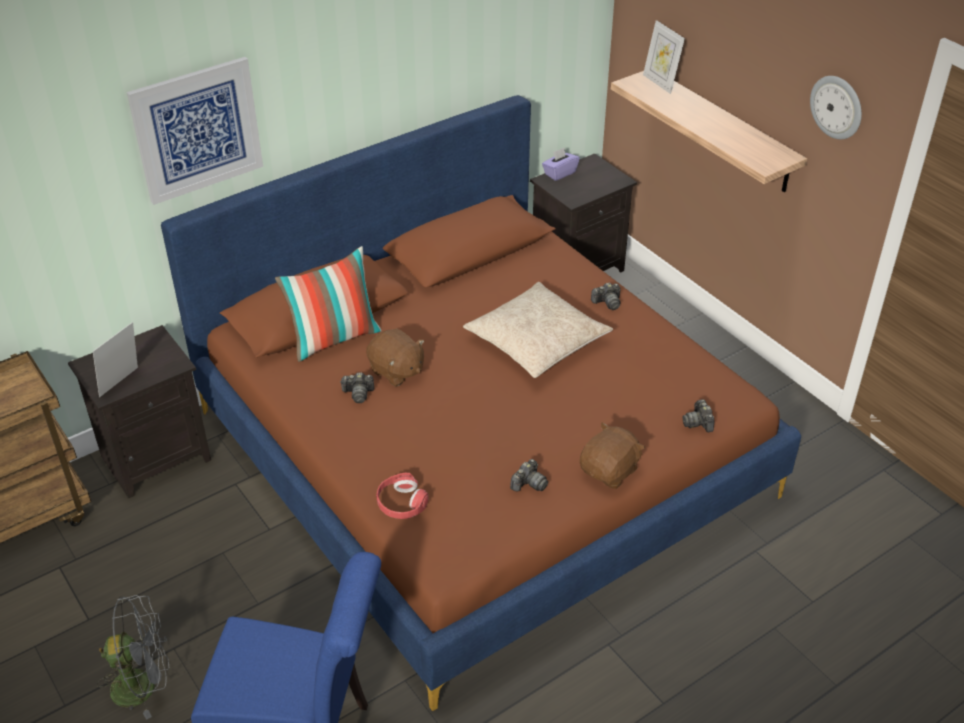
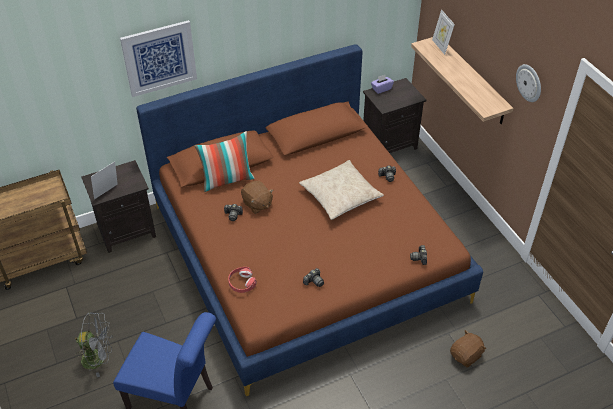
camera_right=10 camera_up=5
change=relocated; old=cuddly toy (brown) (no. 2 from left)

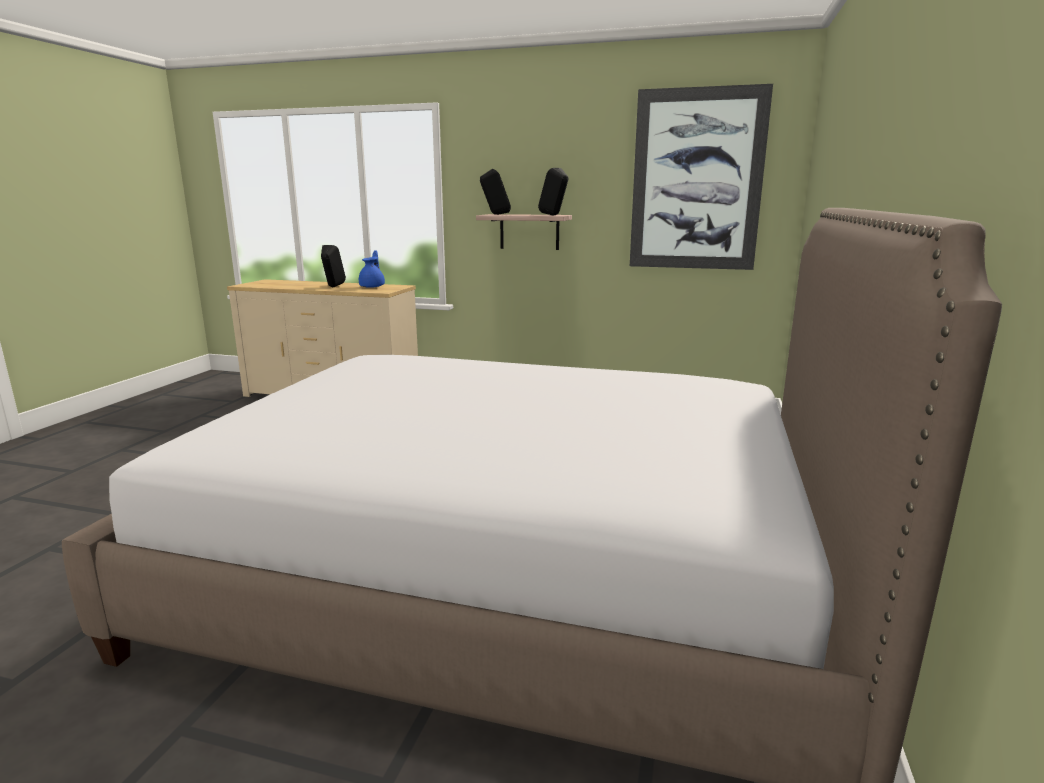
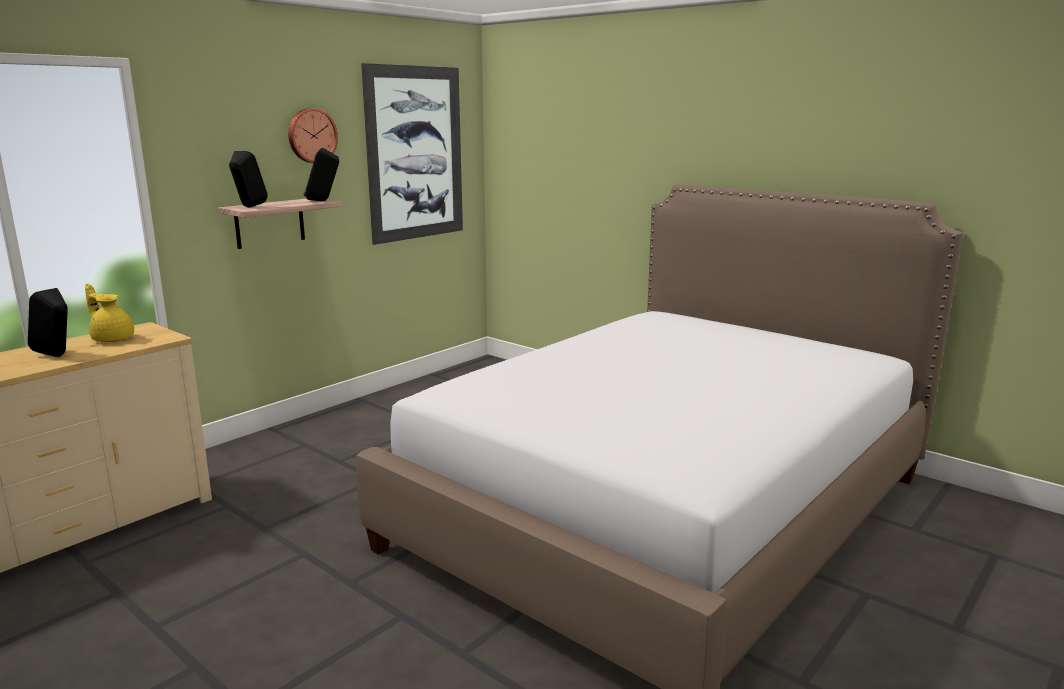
camera_right=-65 camera_up=0
change=colour; old=tea pot (bluish); new=tea pot (yellow-coloured)
change=appeared; new=clock on the wall

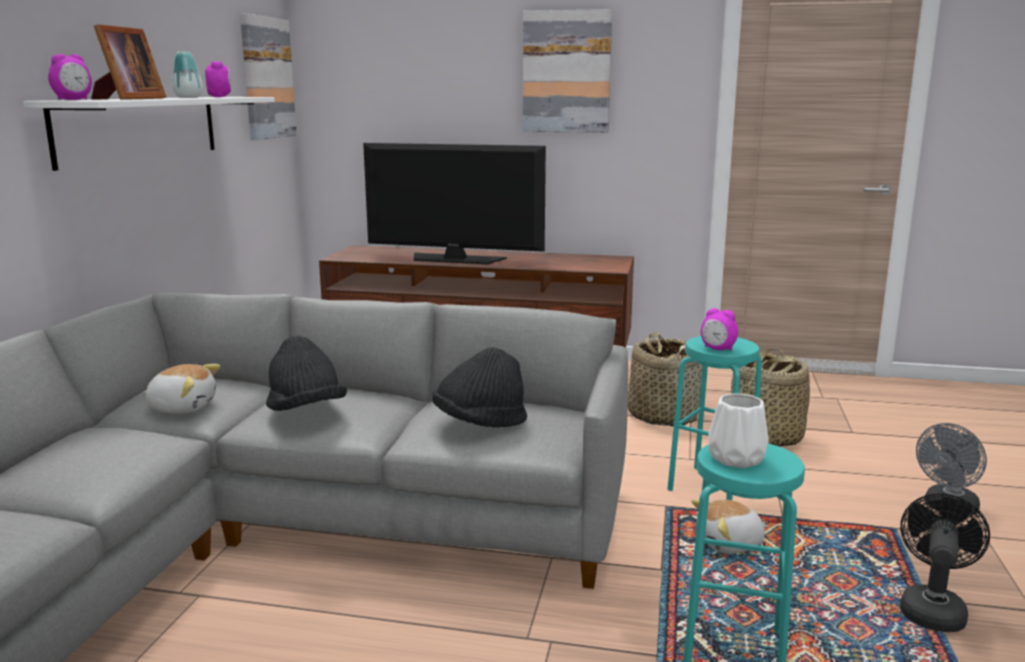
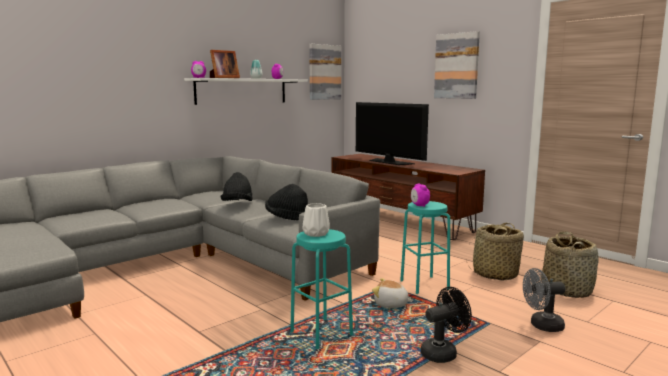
camera_right=35 camera_up=-5
change=missing; old=cuddly toy (no. 1 from left)
change=relocated; old=storage basket (no. 1 from left in the first image); new=storage basket (no. 2 from left)

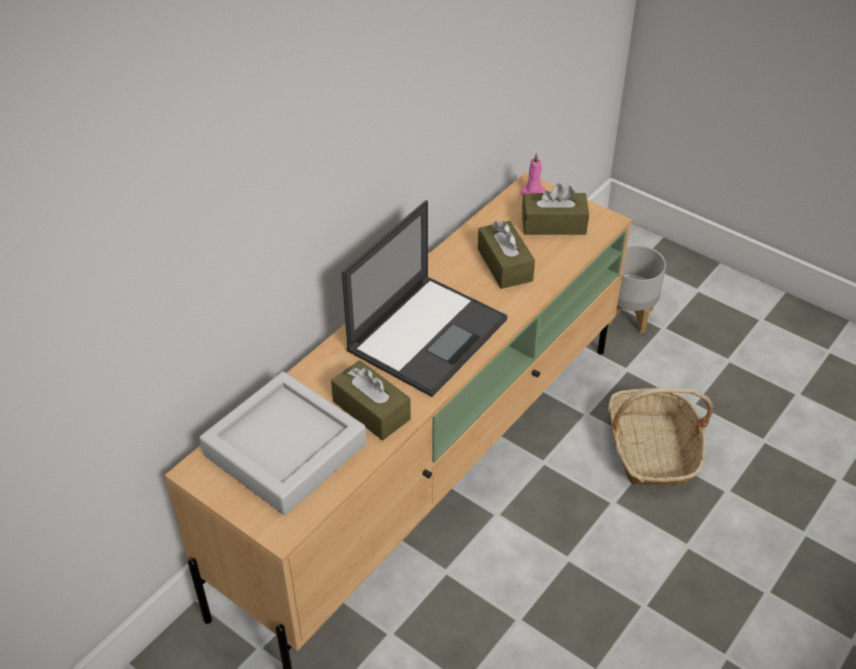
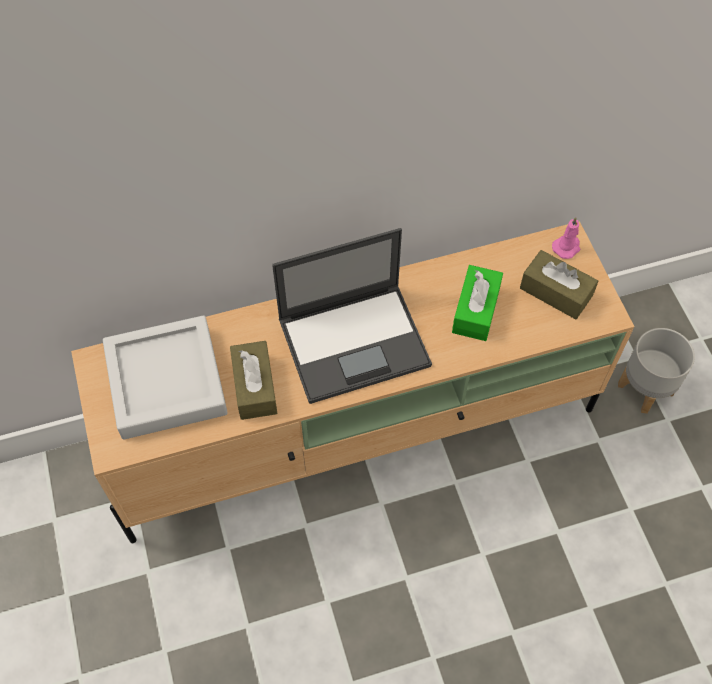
camera_right=35 camera_up=15
change=colour; old=tissue box (brown) (no. 2 from left); new=tissue box (green-coloured)
change=missing; old=storage basket

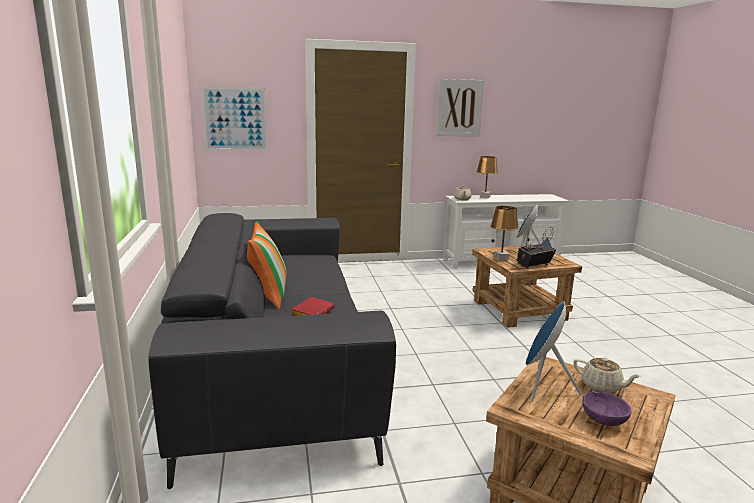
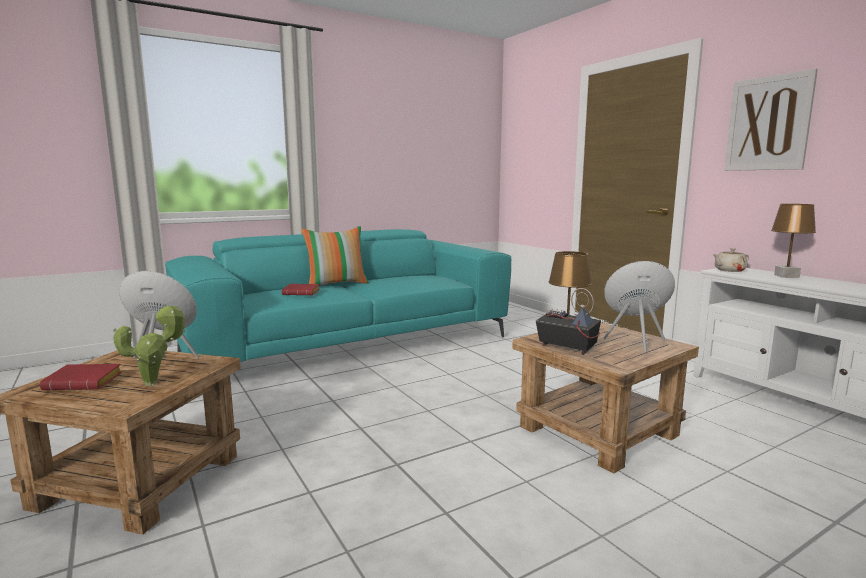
camera_right=70 camera_up=-5
change=colour; old=sofa (gray); new=sofa (turquoise)
change=missing; old=wall art (no. 1 from left)
change=exchanged; old=tea pot (beige) (no. 2 from left); new=houseplant
change=exchanged; old=deep dish (purple-coloured); new=volume (reddish) (no. 1 from left)

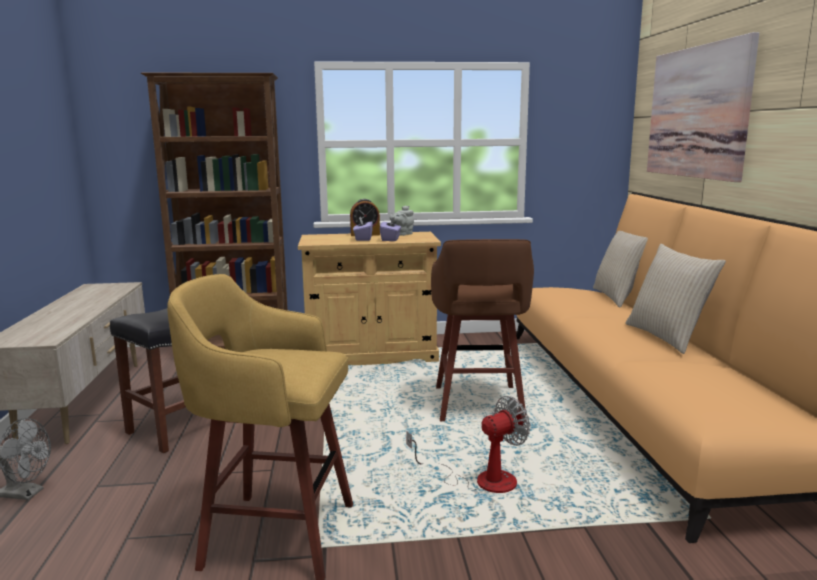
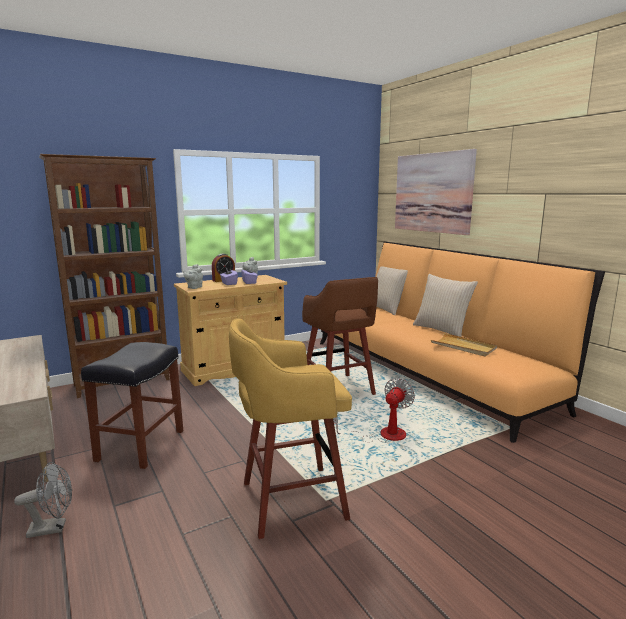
camera_right=-25 camera_up=0
change=appeared; new=tea pot (gray) (no. 1 from left)
change=appeared; new=tray (beige)

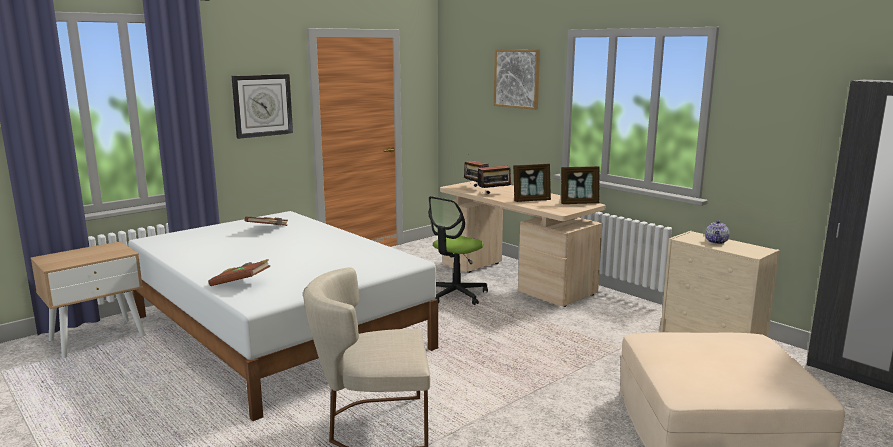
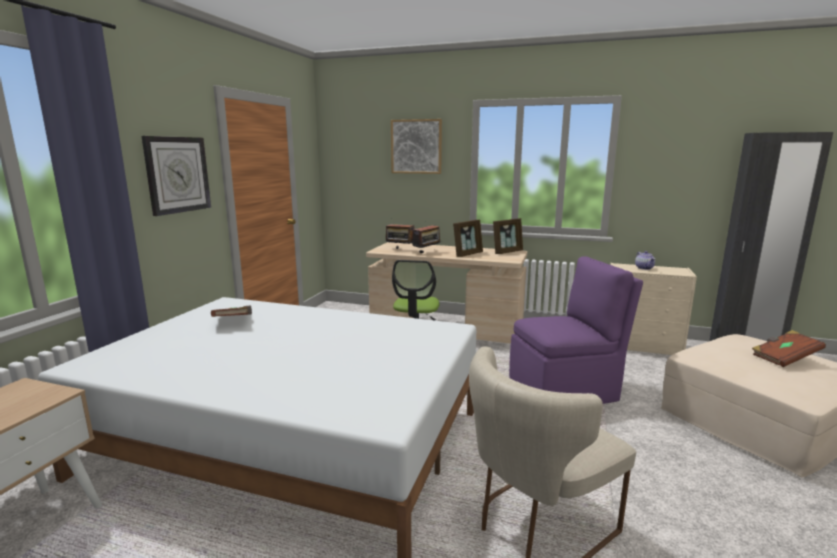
camera_right=-30 camera_up=0
change=relocated; old=volume (brown) (no. 1 from left in the first image); new=volume (brown) (no. 2 from left)
change=appeared; new=chair (purple-coloured)

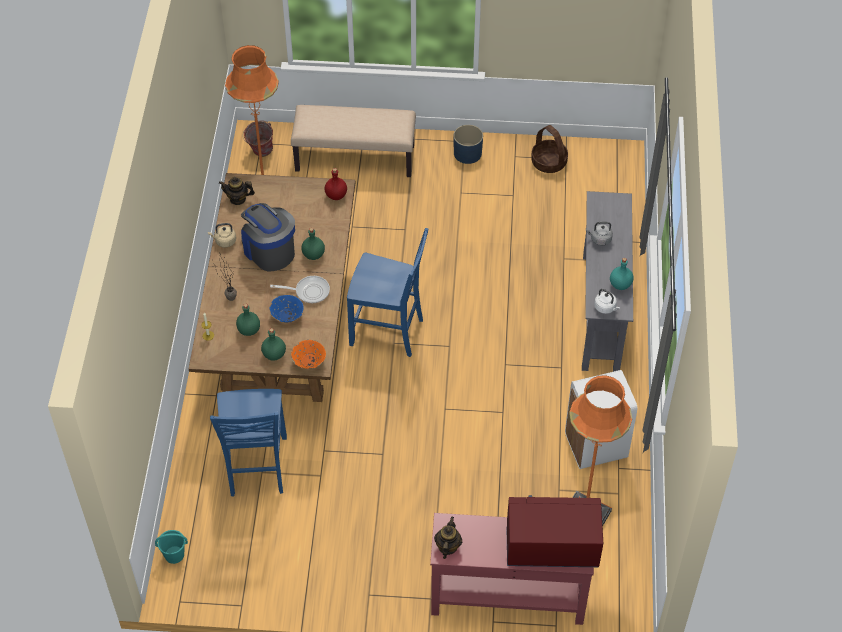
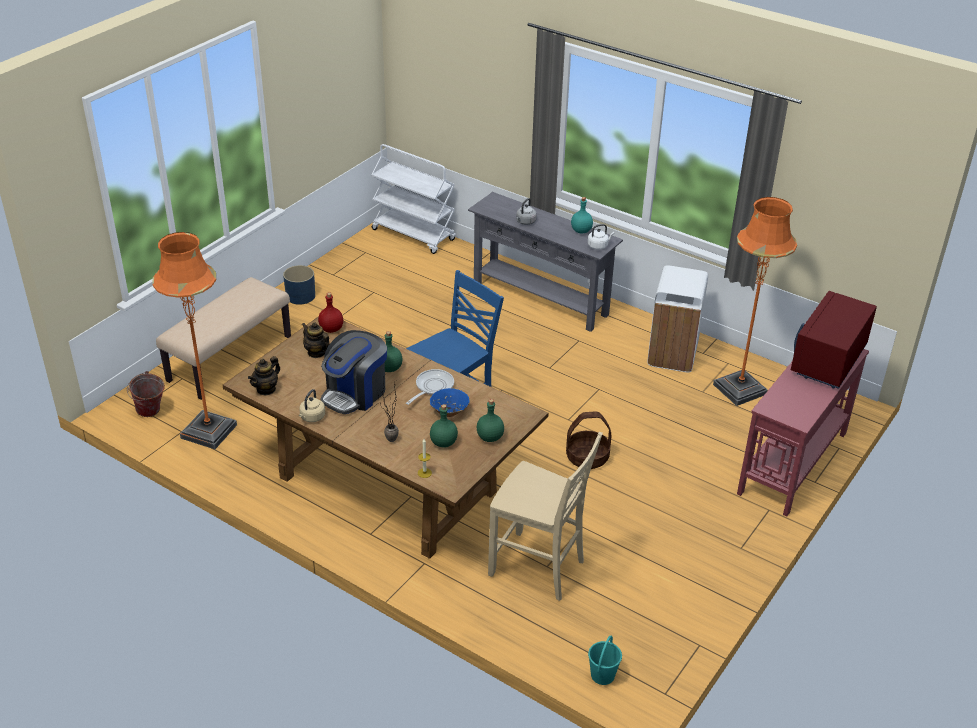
camera_right=-60 camera_up=-15
change=colour; old=chair (bluish) (no. 1 from left); new=chair (beige)
change=spun; old=coffee brewer; degrees=-45
change=missing; old=deep dish (orangey)
change=relocated; old=tea pot (no. 2 from left)
change=relocated; old=storage basket
change=appeared; new=wheeled cart (white)

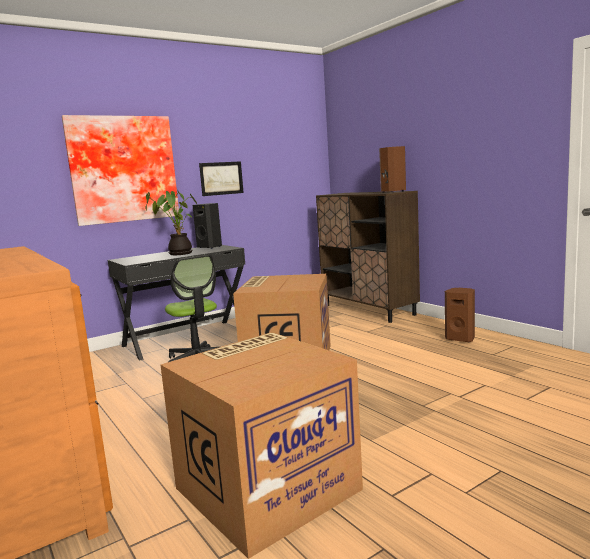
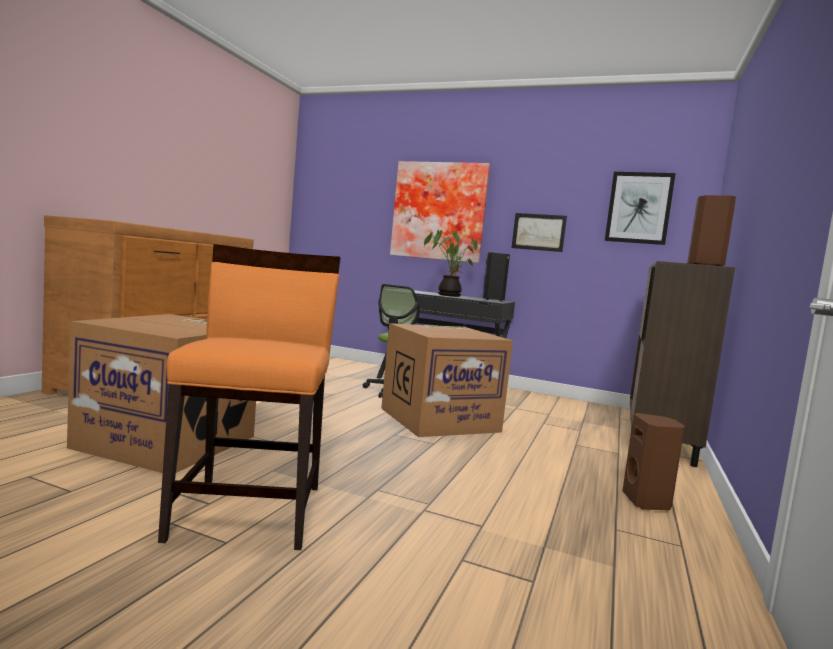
camera_right=55 camera_up=-5
change=appeared; new=chair (orangey)
change=appeared; new=wall art (no. 3 from left)

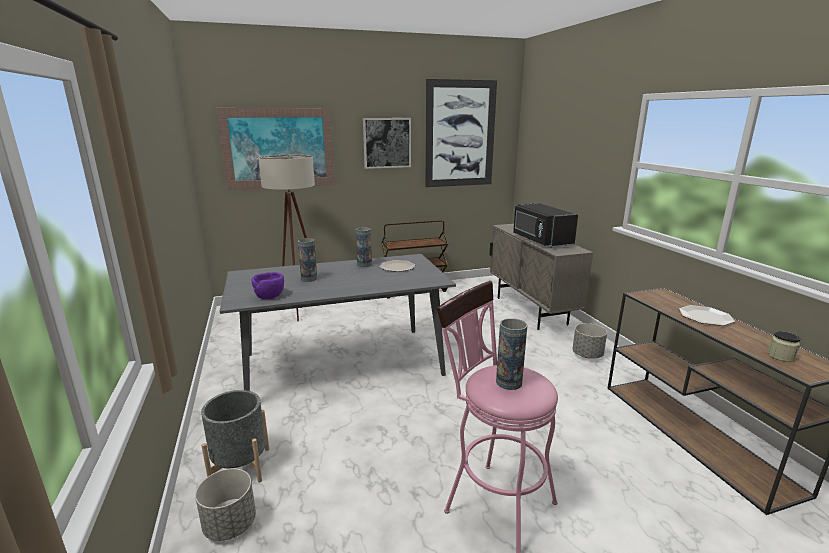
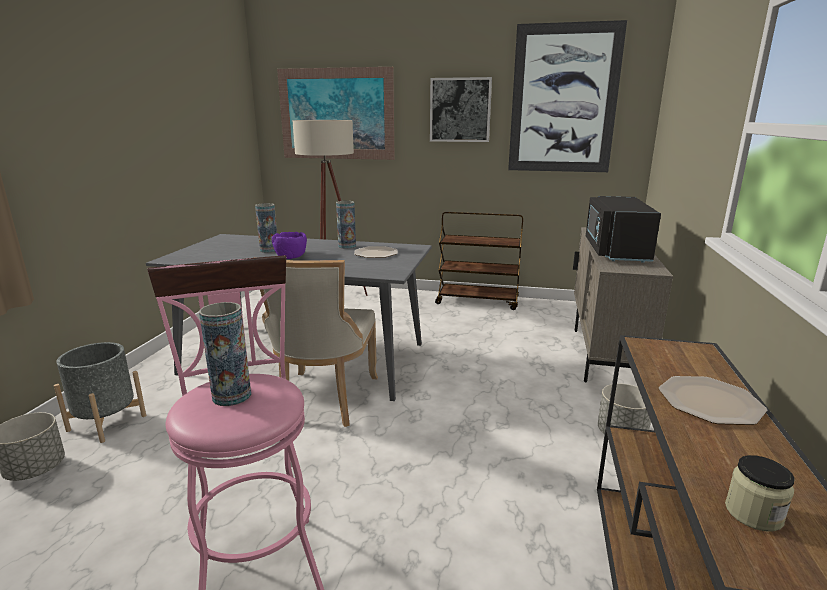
camera_right=30 camera_up=0
change=relocated; old=deep dish (purple-coloured)
change=appeared; new=chair (beige)

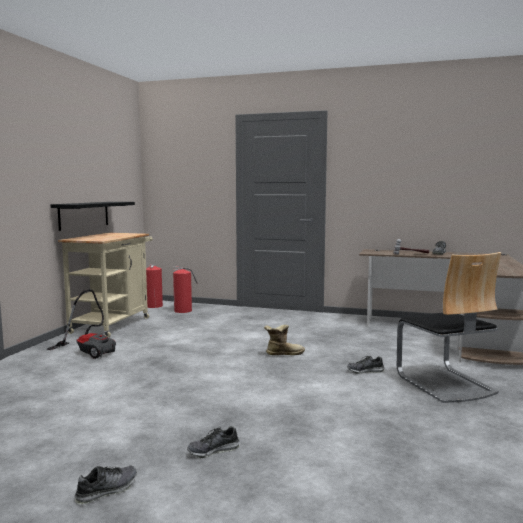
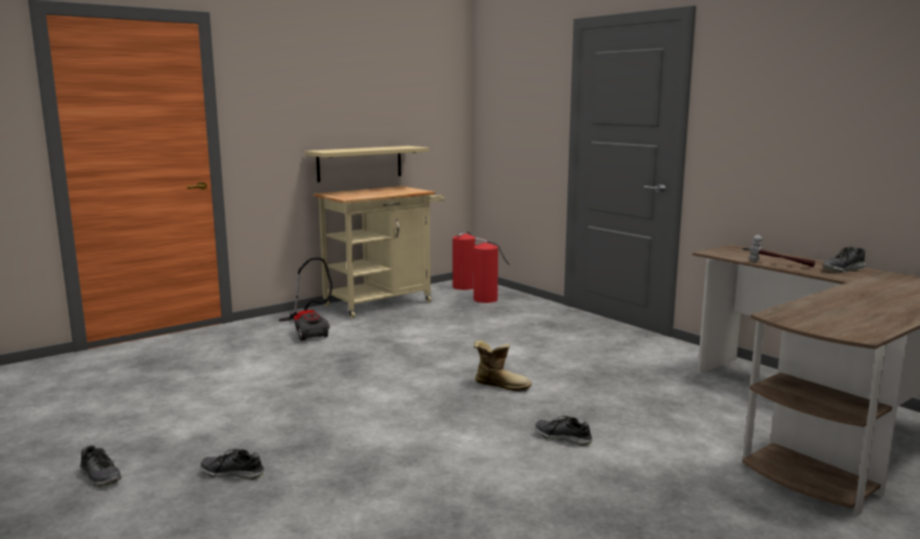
camera_right=35 camera_up=5
change=colour; old=shelf (black-coloured); new=shelf (beige)
change=spun; old=item of footwear (no. 1 from left); degrees=45
change=missing; old=chair

